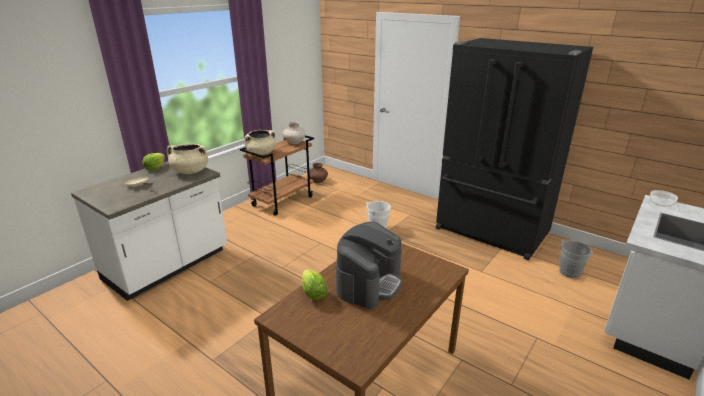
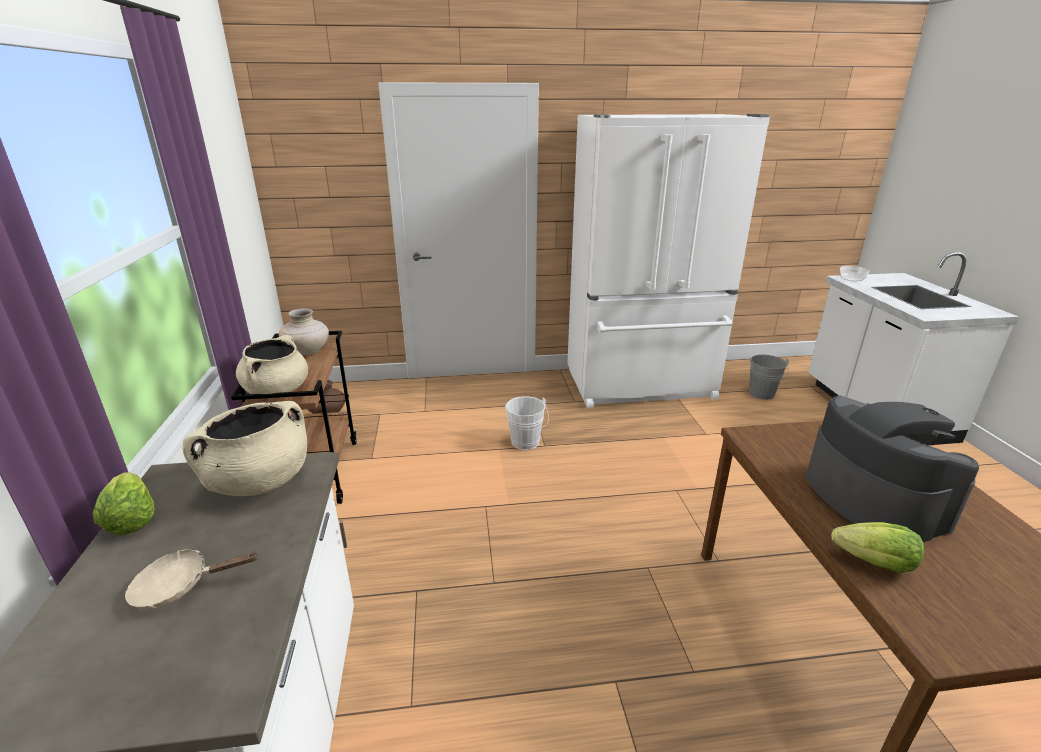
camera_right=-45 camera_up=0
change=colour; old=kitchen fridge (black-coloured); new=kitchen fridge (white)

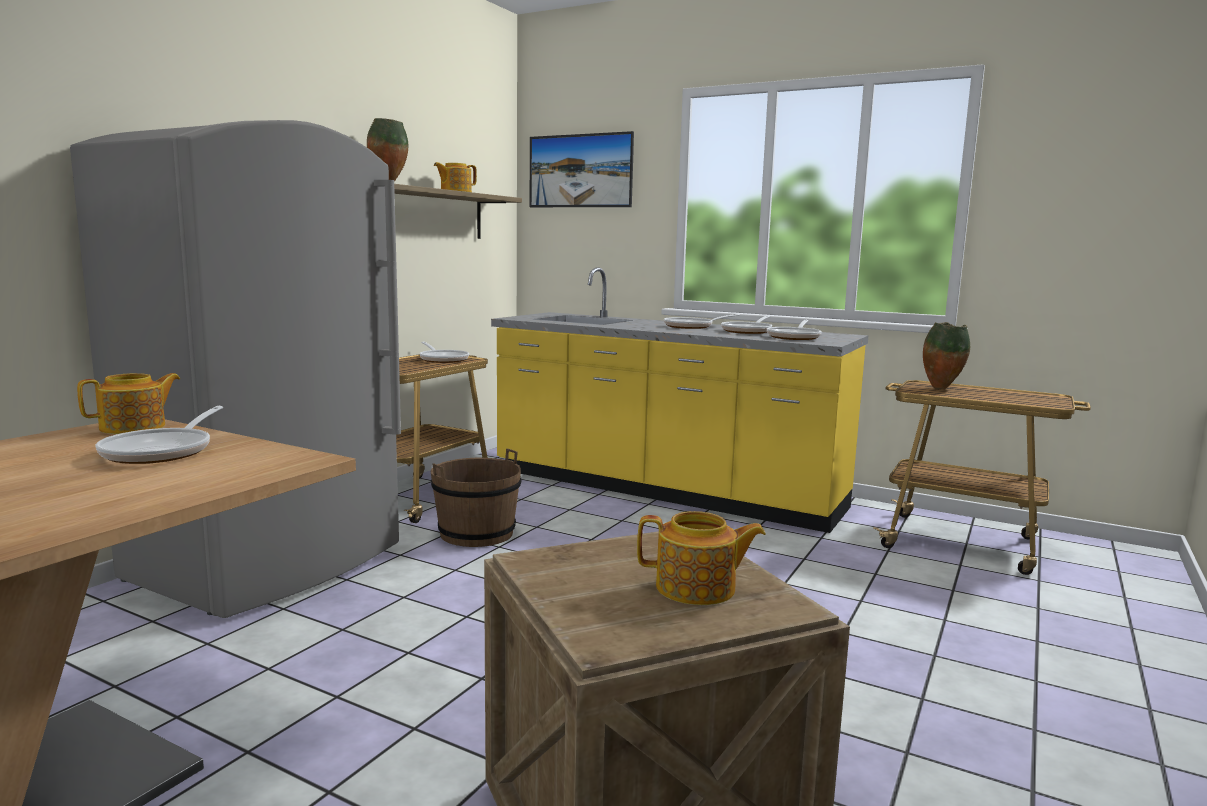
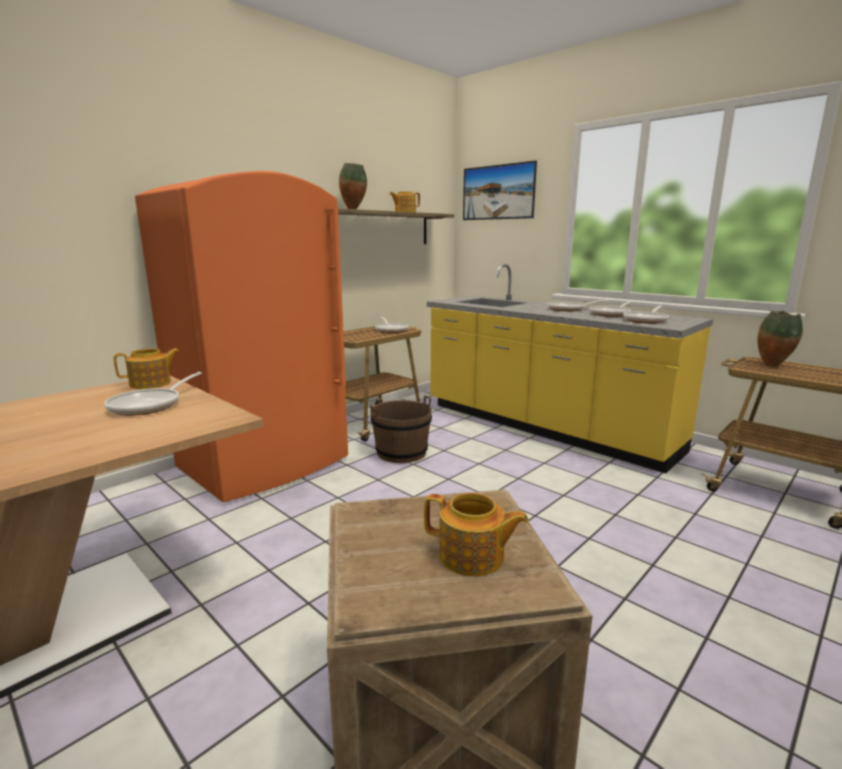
camera_right=15 camera_up=5
change=colour; old=kitchen fridge (gray); new=kitchen fridge (orangey)

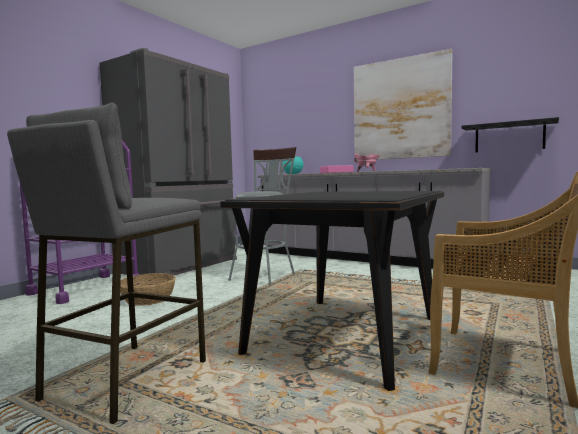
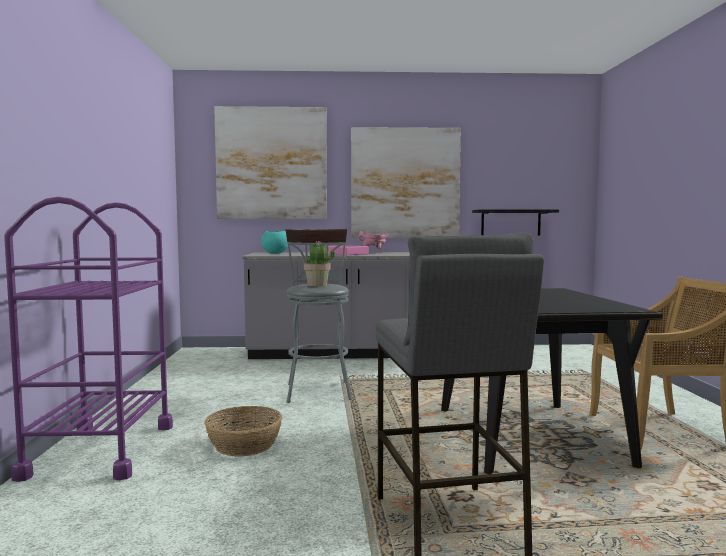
camera_right=-35 camera_up=0
change=missing; old=kitchen fridge (gray)
change=appeared; new=wall art (no. 1 from left)
change=appeared; new=houseplant

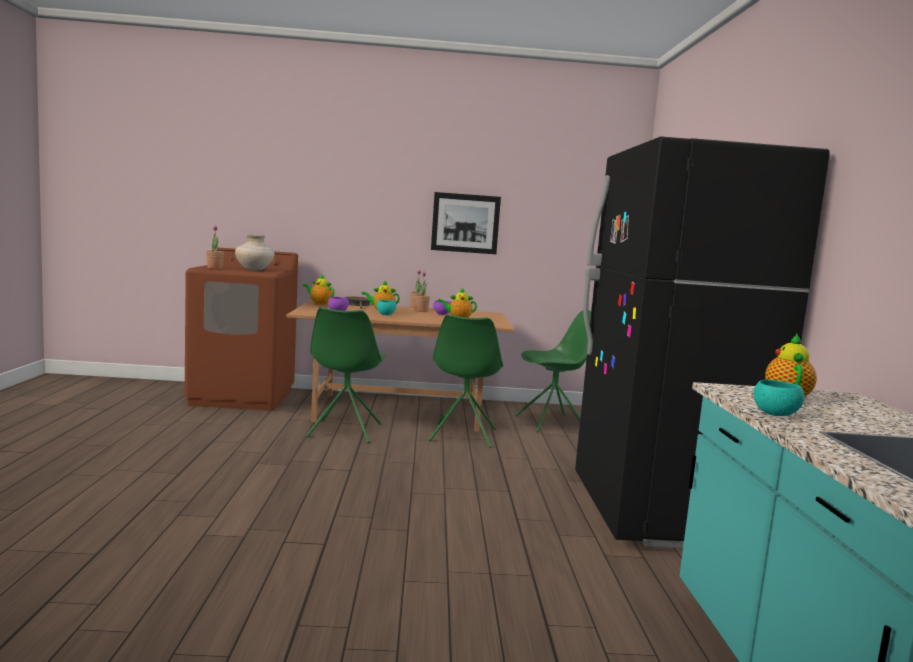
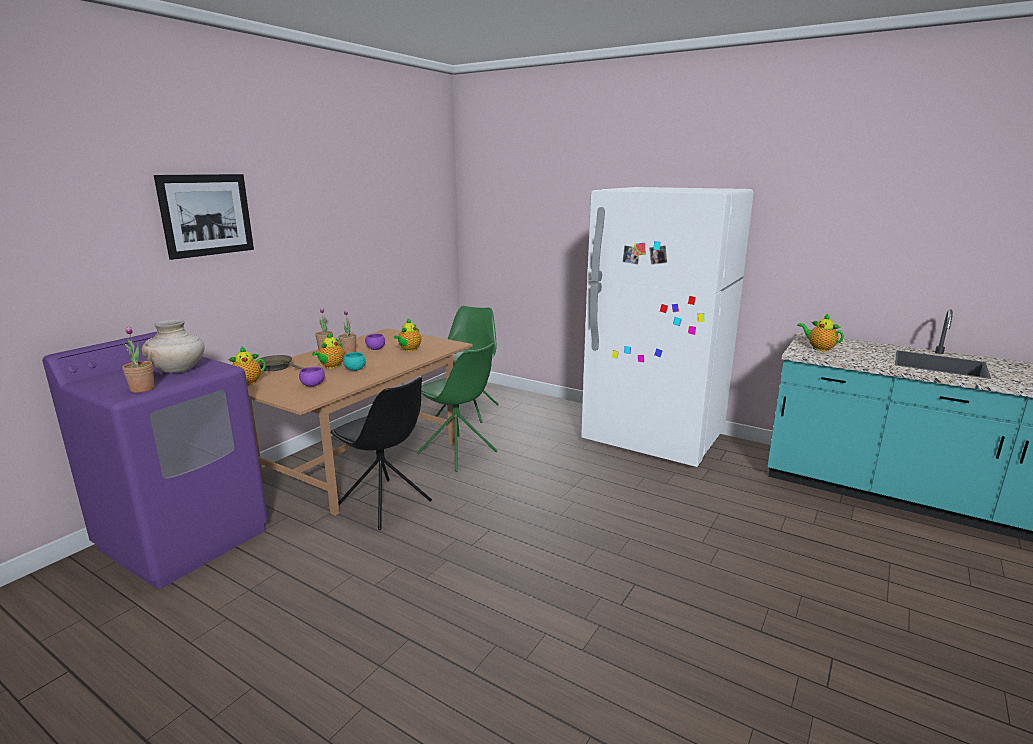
camera_right=-55 camera_up=10
change=colour; old=laundry machine (brown); new=laundry machine (purple-coloured)
change=colour; old=chair (green-coloured) (no. 1 from left); new=chair (black-coloured)
change=relocated; old=wall art
change=colour; old=kitchen fridge (black-coloured); new=kitchen fridge (white)
change=missing; old=deep dish (turquoise) (no. 2 from left)

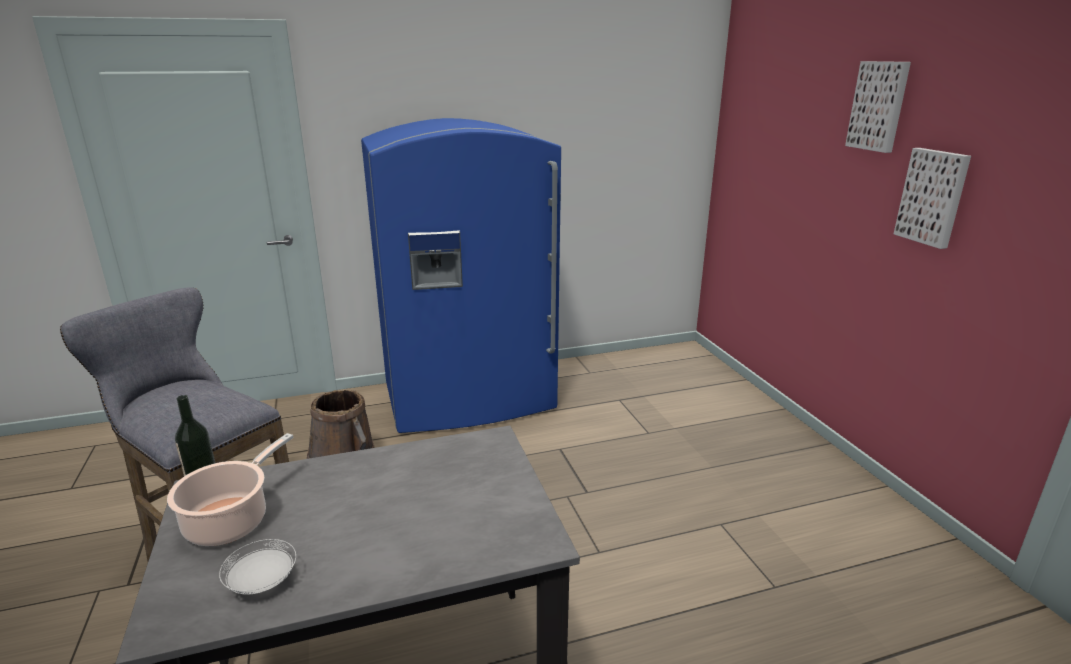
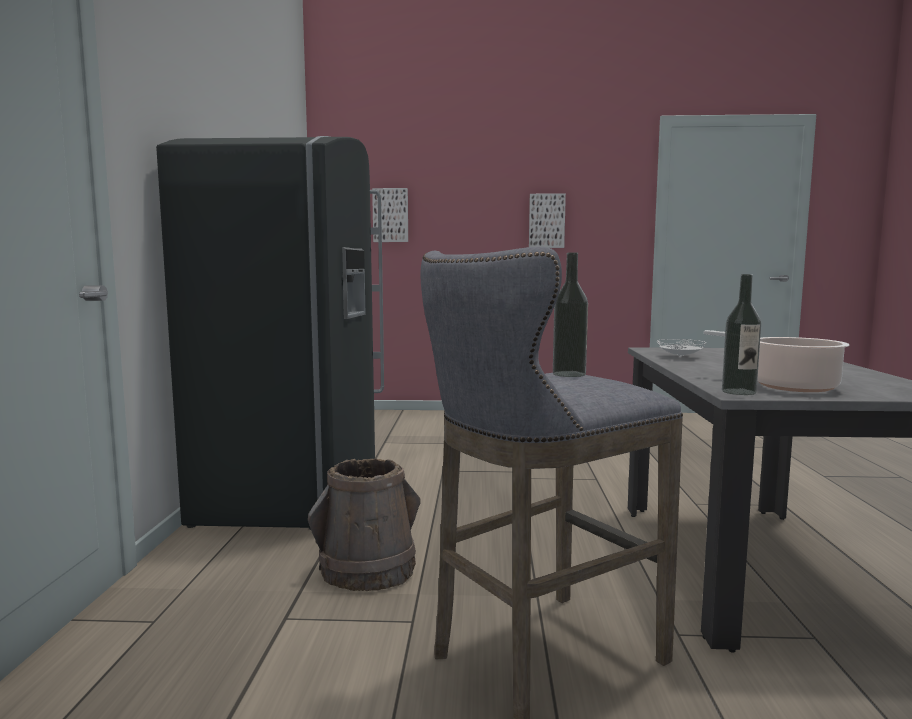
camera_right=-70 camera_up=-15
change=relocated; old=dinner plate (white)
change=colour; old=kitchen fridge (bluish); new=kitchen fridge (gray)
change=relocated; old=wall art (no. 1 from left)
change=appeared; new=beverage bottle (no. 1 from left)

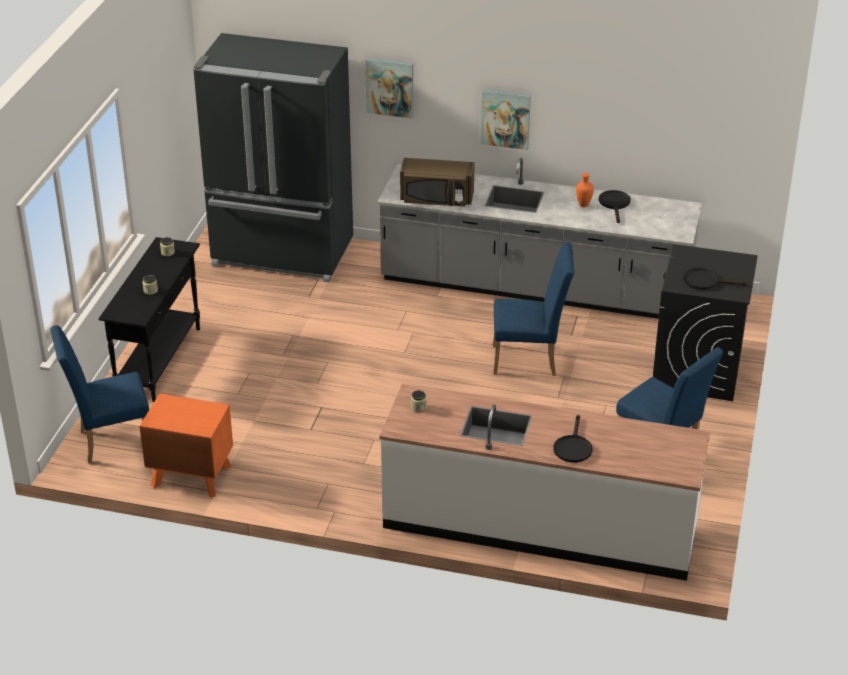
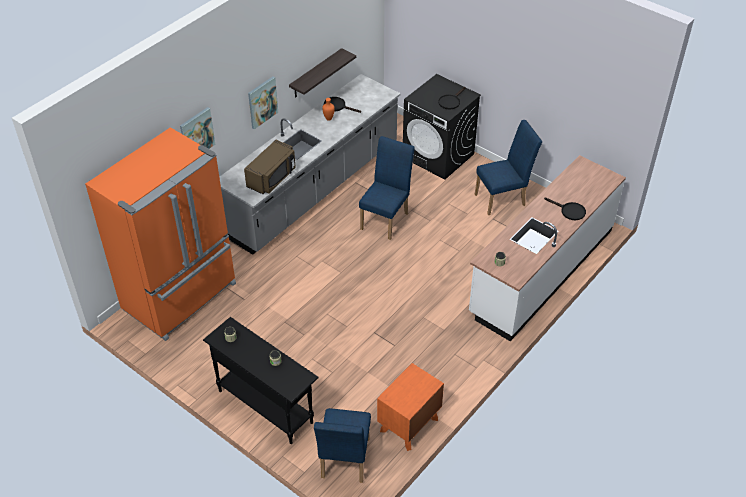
camera_right=-65 camera_up=10
change=colour; old=kitchen fridge (black-coloured); new=kitchen fridge (orangey)
change=appeared; new=shelf

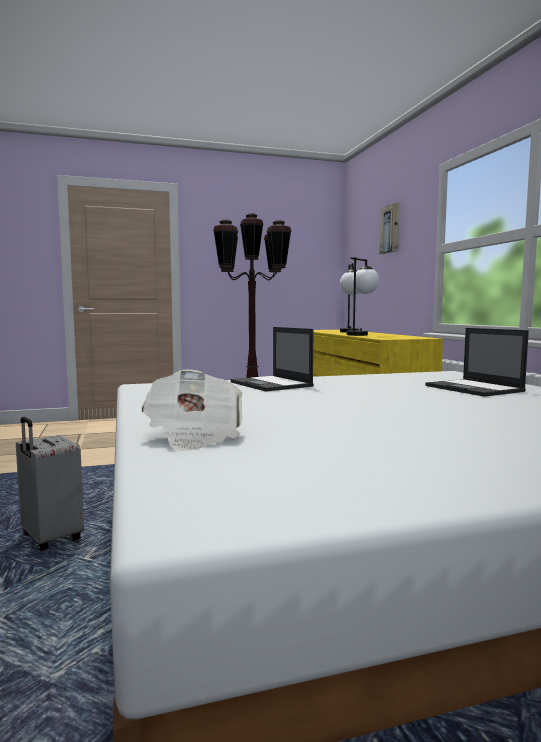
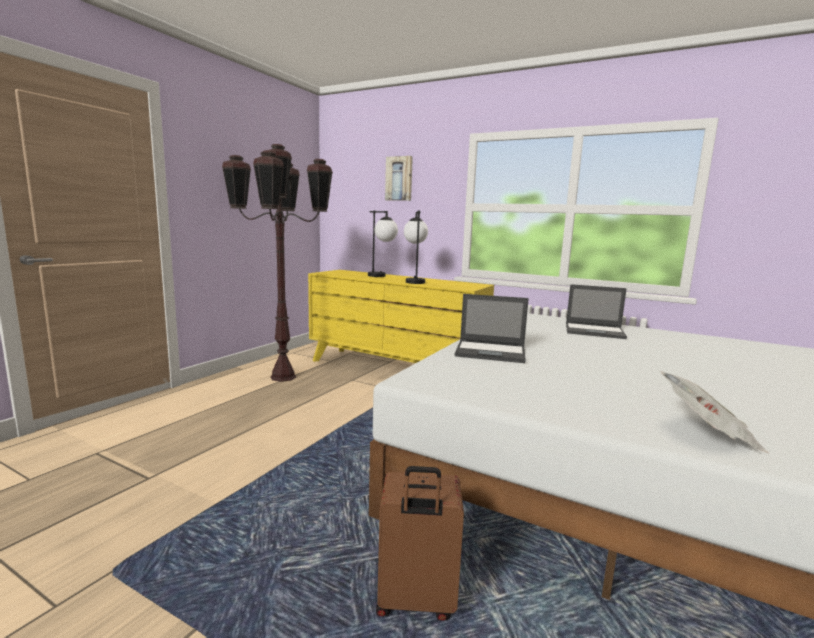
camera_right=-45 camera_up=5
change=colour; old=suitcase (gray); new=suitcase (brown)

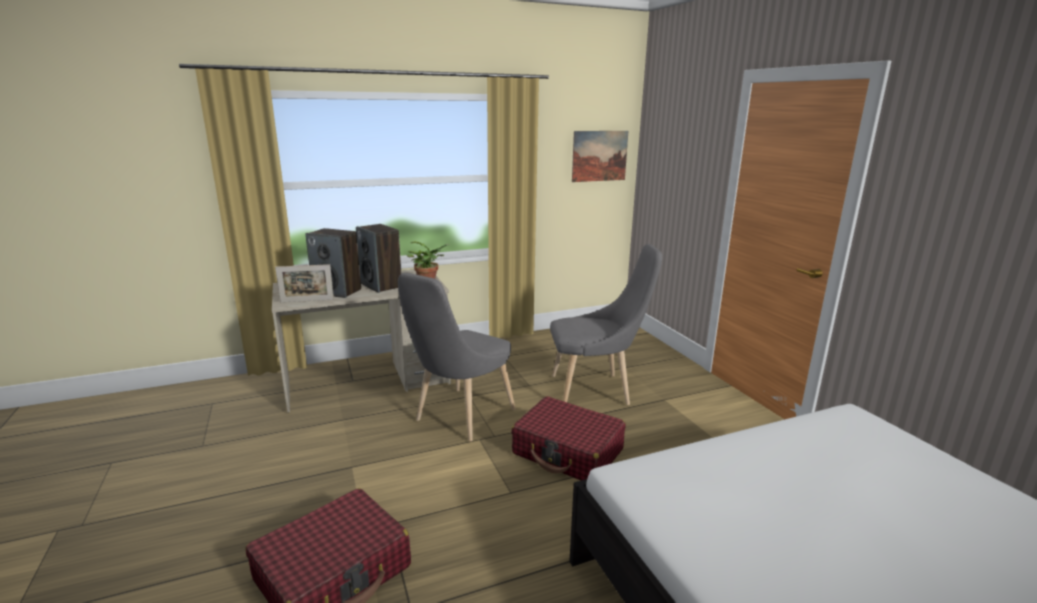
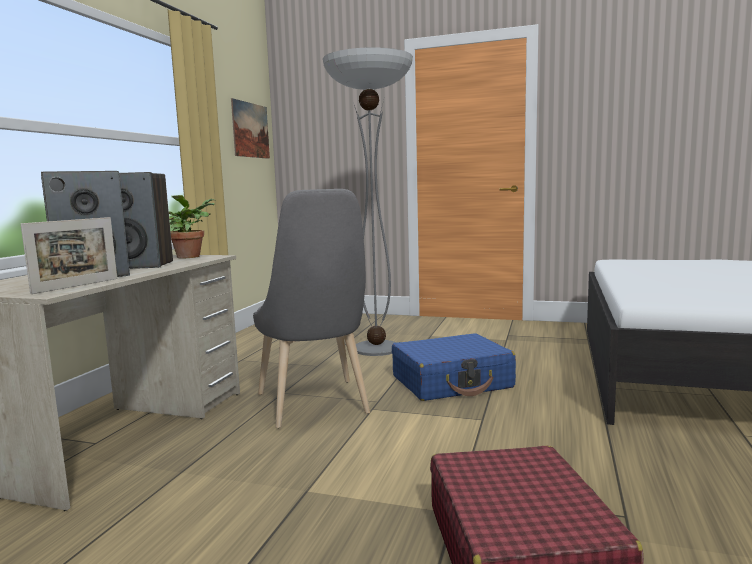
camera_right=-50 camera_up=-10
change=colour; old=suitcase (reddish) (no. 2 from left); new=suitcase (bluish)
change=exchanged; old=chair (gray) (no. 2 from left); new=standard lamp

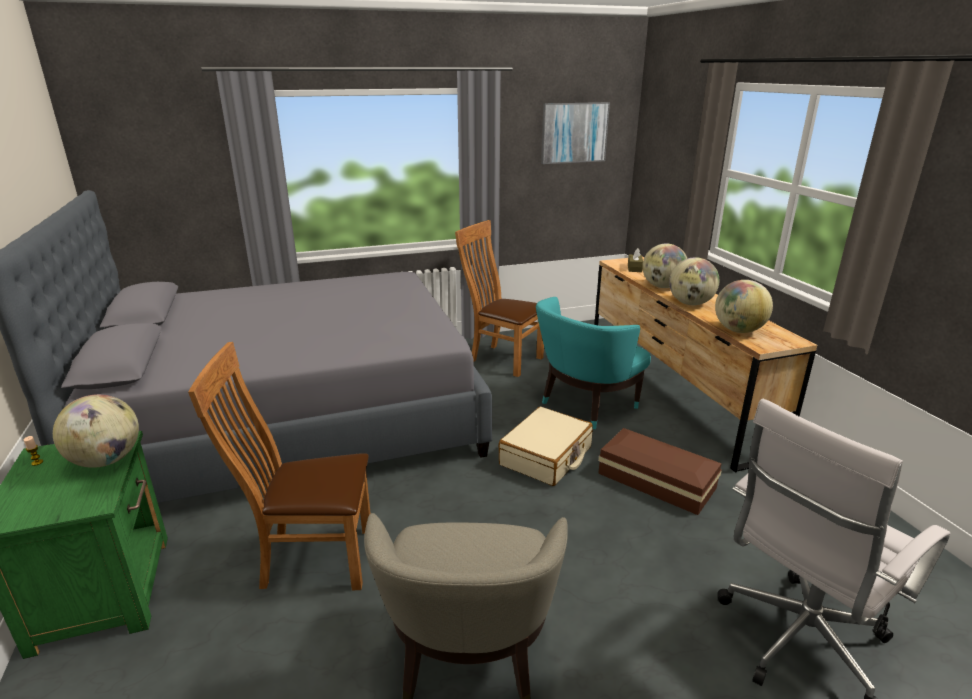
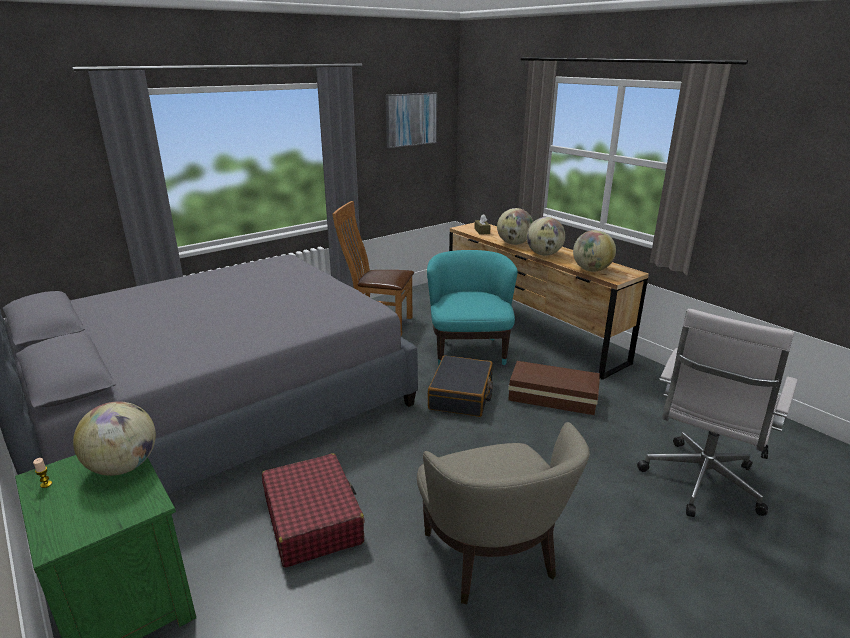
camera_right=-20 camera_up=0
change=exchanged; old=chair (brown) (no. 1 from left); new=suitcase (reddish)
change=colour; old=suitcase (beige); new=suitcase (black-coloured)
change=spun; old=easy chair (turquoise); degrees=150

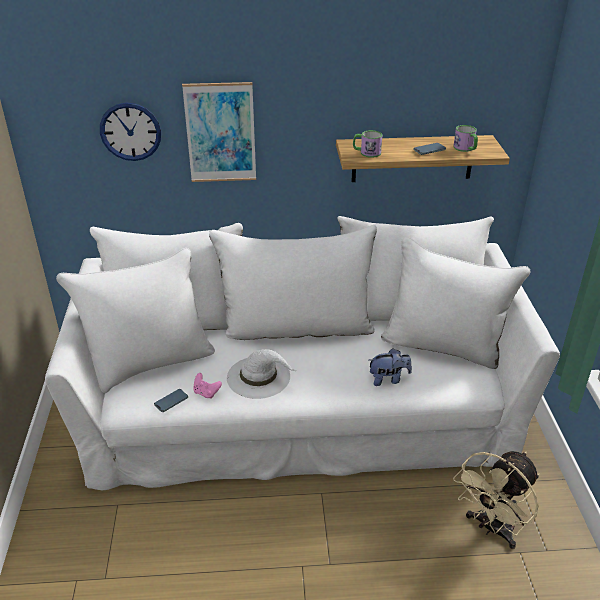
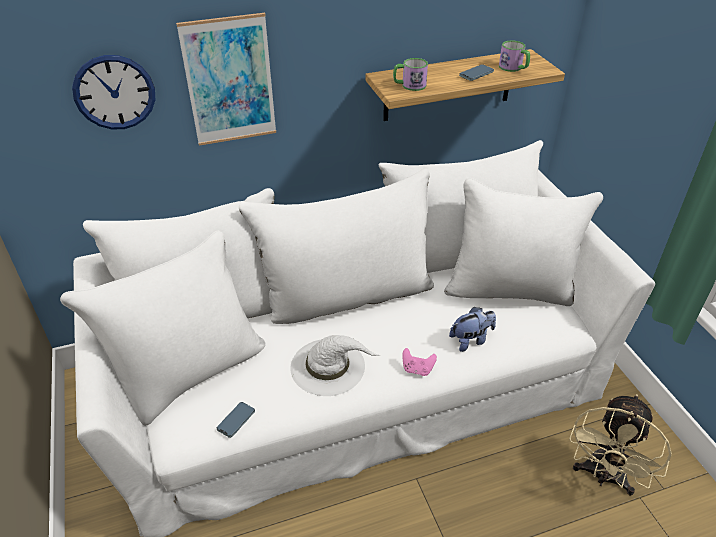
camera_right=-15 camera_up=5
change=relocated; old=gamepad (pinkish)

